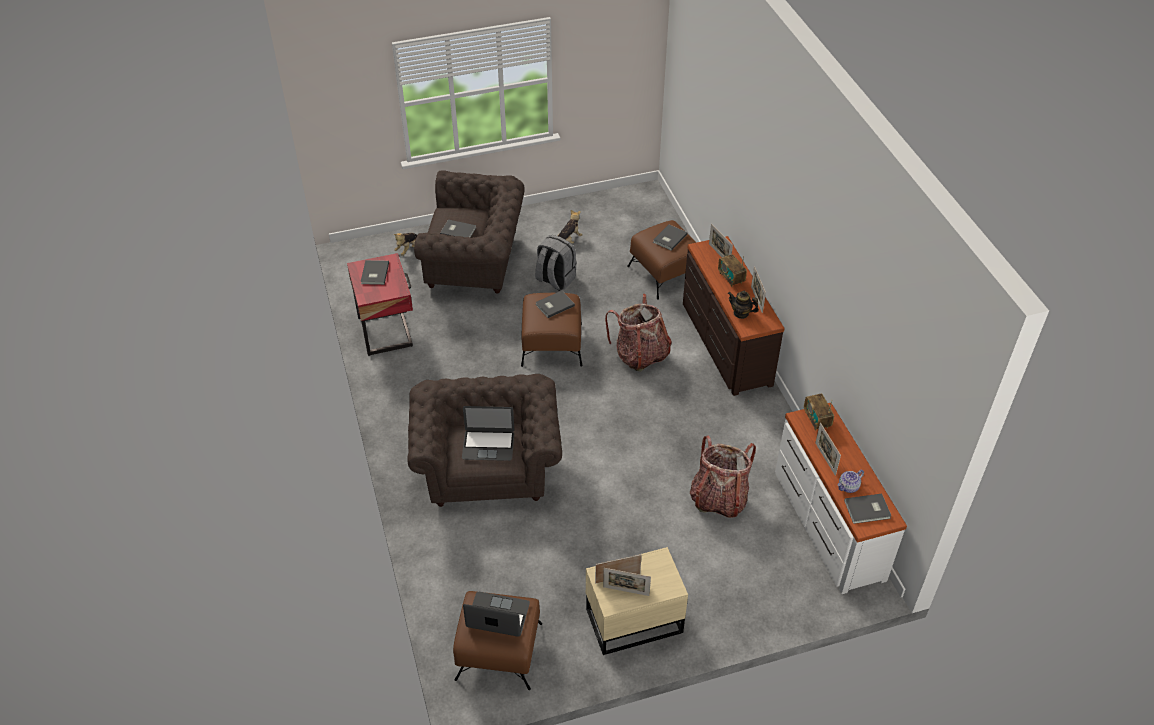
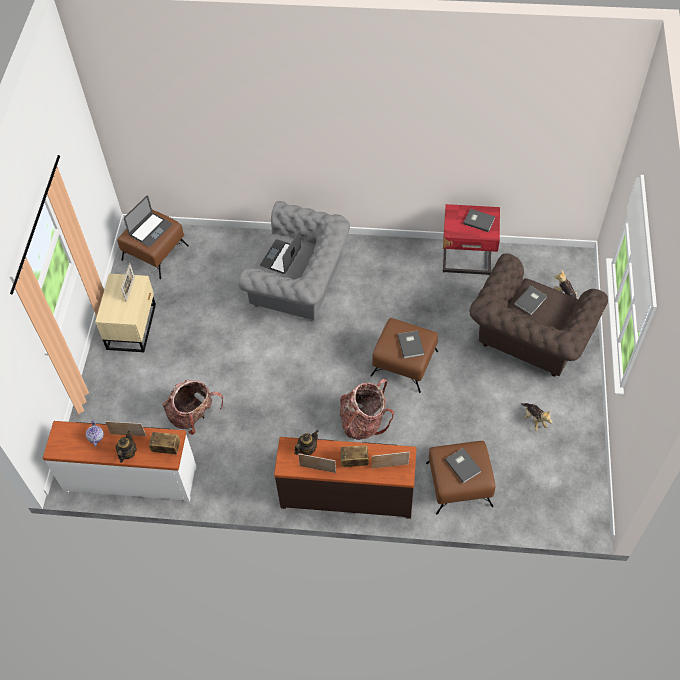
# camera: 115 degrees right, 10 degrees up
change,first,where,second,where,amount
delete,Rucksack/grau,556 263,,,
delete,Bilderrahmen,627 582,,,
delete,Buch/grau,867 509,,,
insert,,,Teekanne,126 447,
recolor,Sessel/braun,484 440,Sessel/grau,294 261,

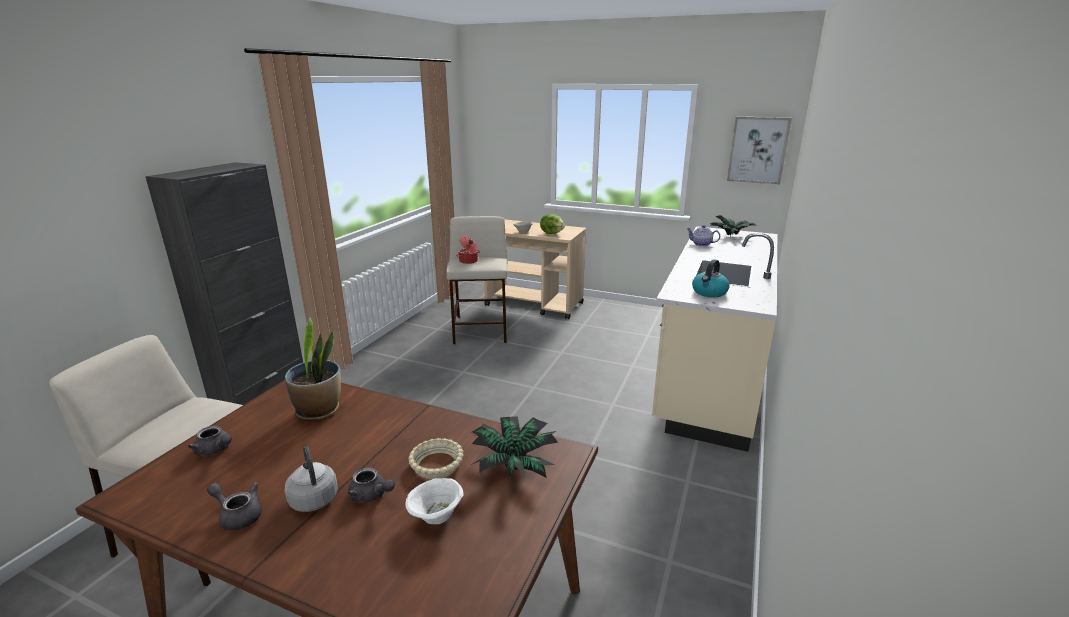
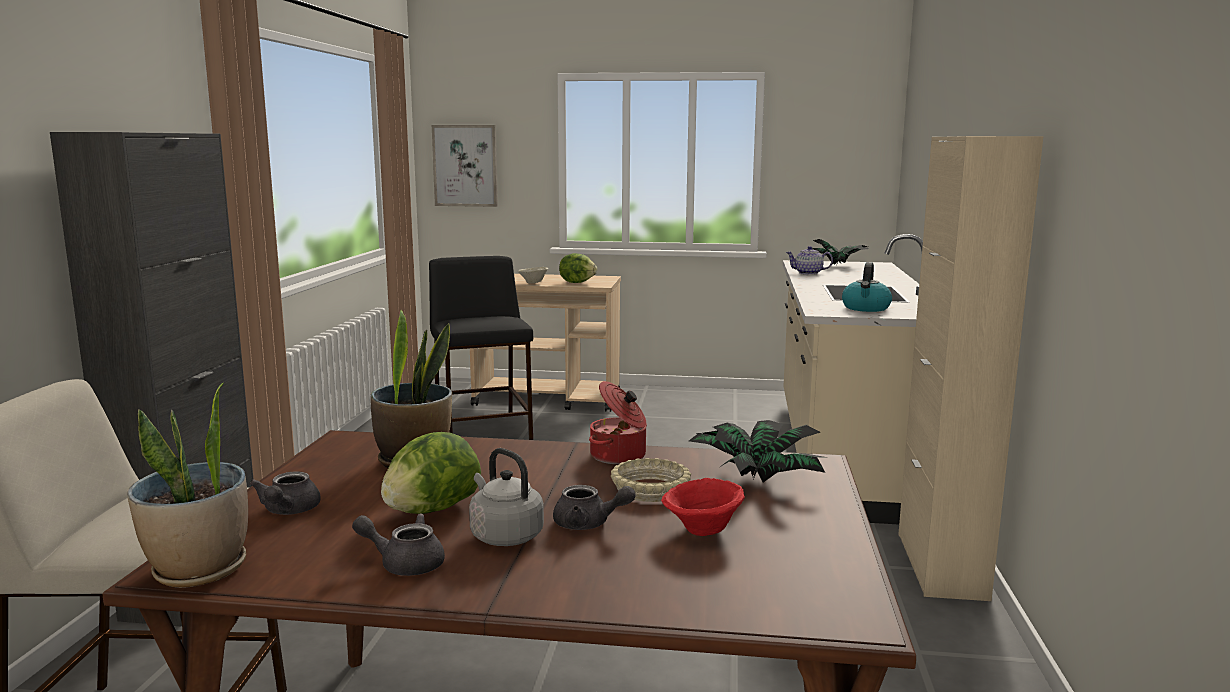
# camera: 15 degrees left, 10 degrees down
change,first,where,second,where,amount
insert,,,Topfpflanze,187 485,
insert,,,Salatkopf,431 473,
insert,,,Schrank/beige,970 368,
move,Kochtopf,468 250,,618 422,
move,Bild,759 150,,465 166,
recolor,Schüssel/weiß,434 501,Schüssel/rot,703 507,
recolor,Hocker/beige,477 280,Hocker/schwarz,481 348,
rotate,Teekanne/grau,210 441,,285 493,75 degrees clockwise

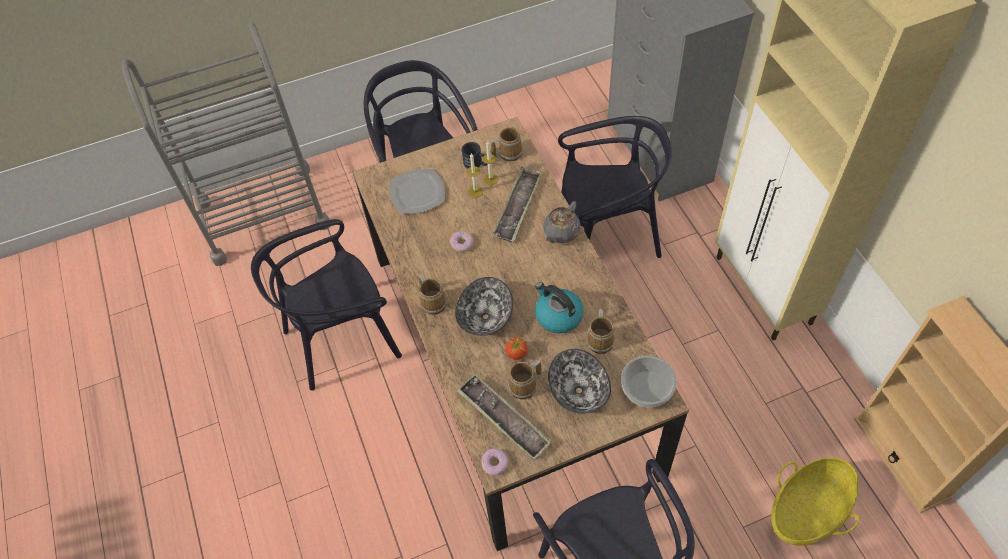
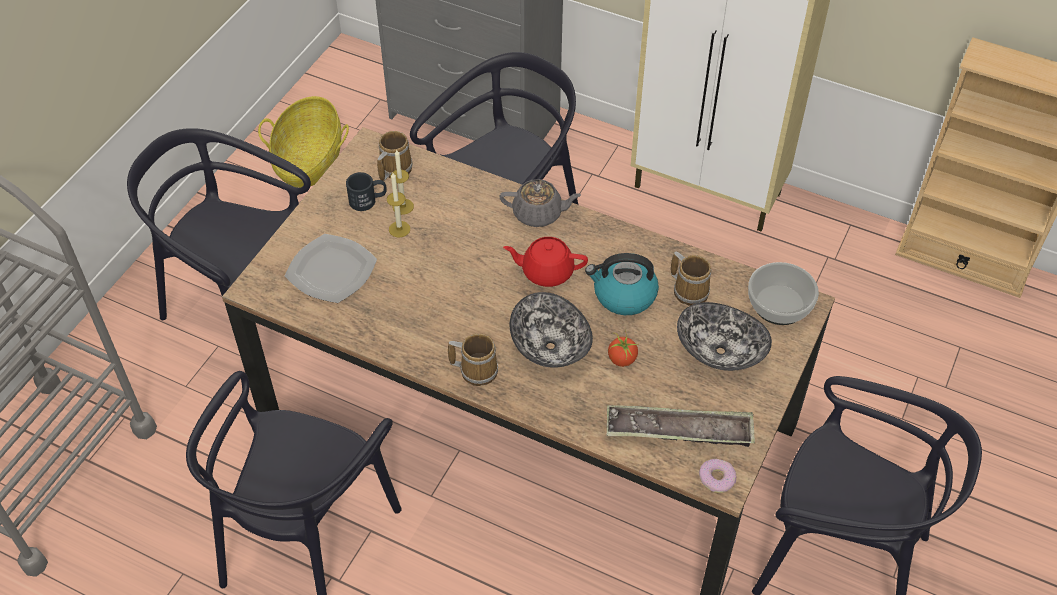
# camera: 45 degrees left, 5 degrees down
change,first,where,second,where,amount
delete,Donut,462 241,,,
delete,Tablett,517 204,,,
delete,Henkelbecher,524 380,,,
insert,,,Teekanne/rot,545 262,
move,Korb,815 501,,303 142,
rotate,Teekanne/grau,562 222,,540 203,75 degrees counterclockwise

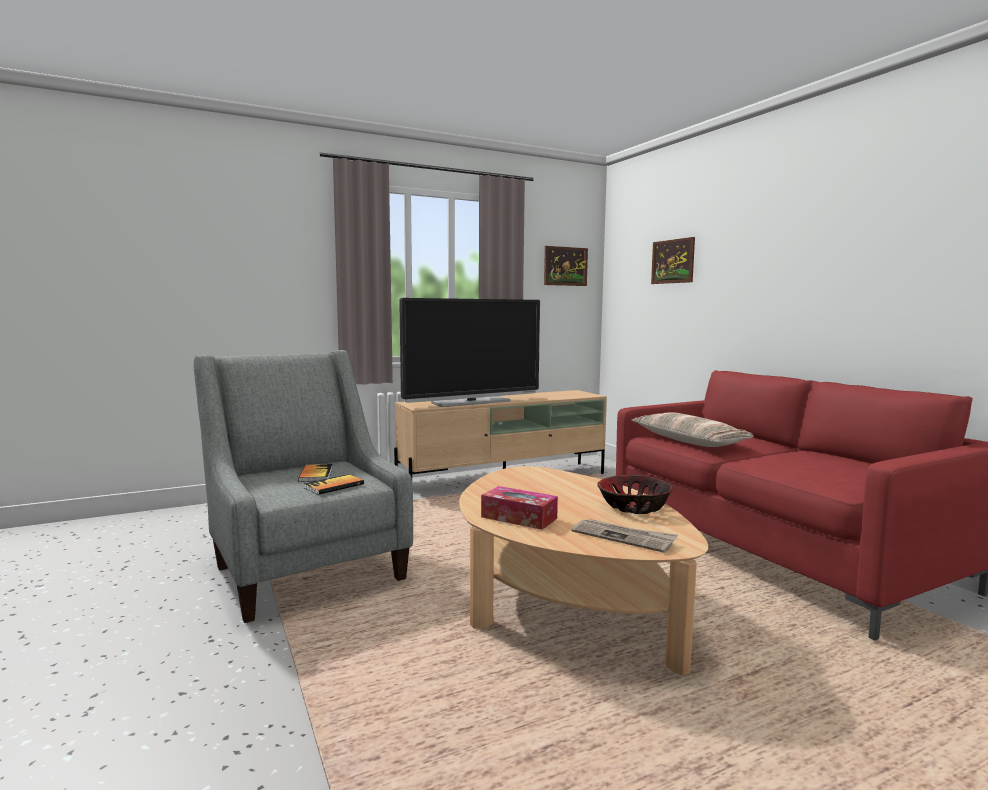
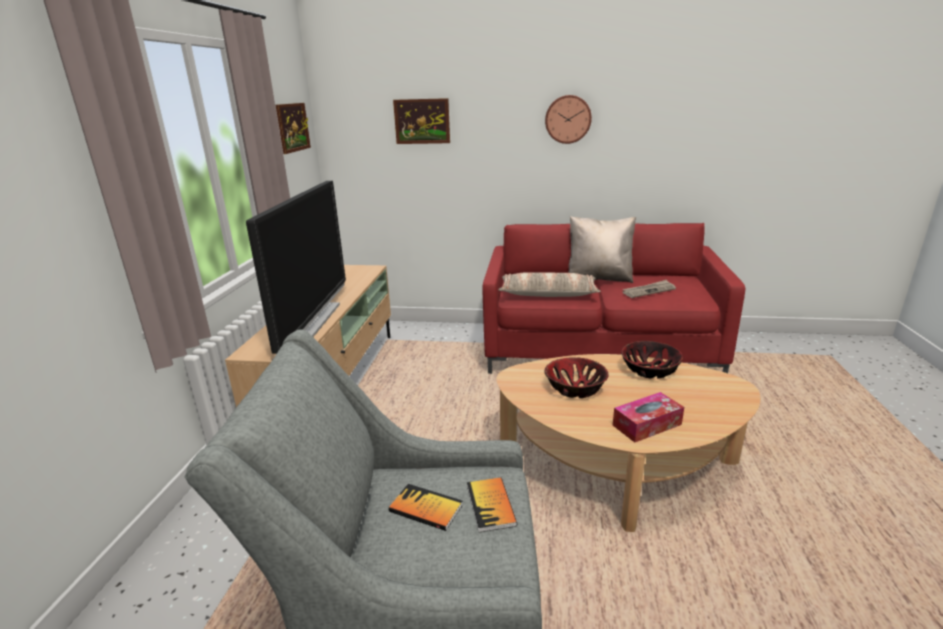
# camera: 55 degrees left, 15 degrees up
change,first,where,second,where,amount
insert,,,Wanduhr,568 119,
insert,,,Schüssel,577 377,
insert,,,Kissen/beige,602 249,
move,Zeitung,624 536,,649 289,

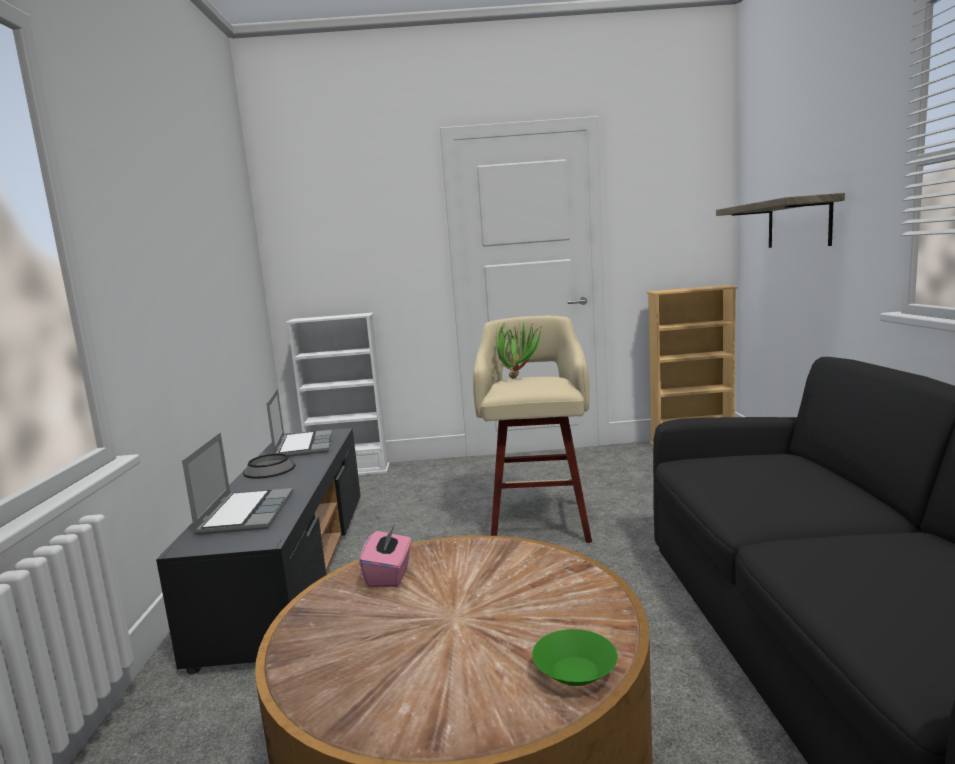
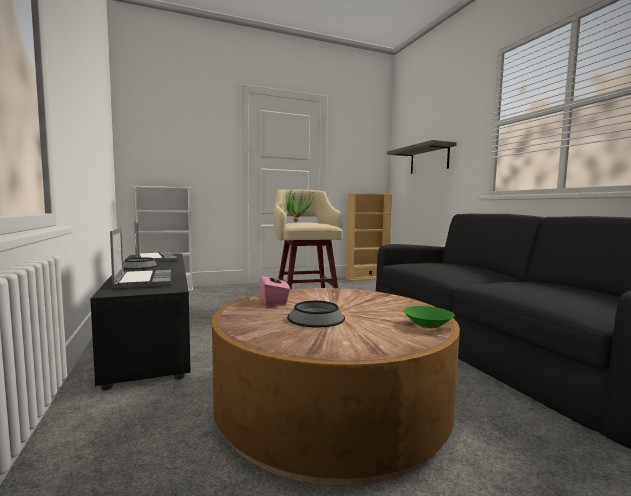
# camera: 20 degrees left, 5 degrees down
change,first,where,second,where,amount
insert,,,Schüssel,316 314,

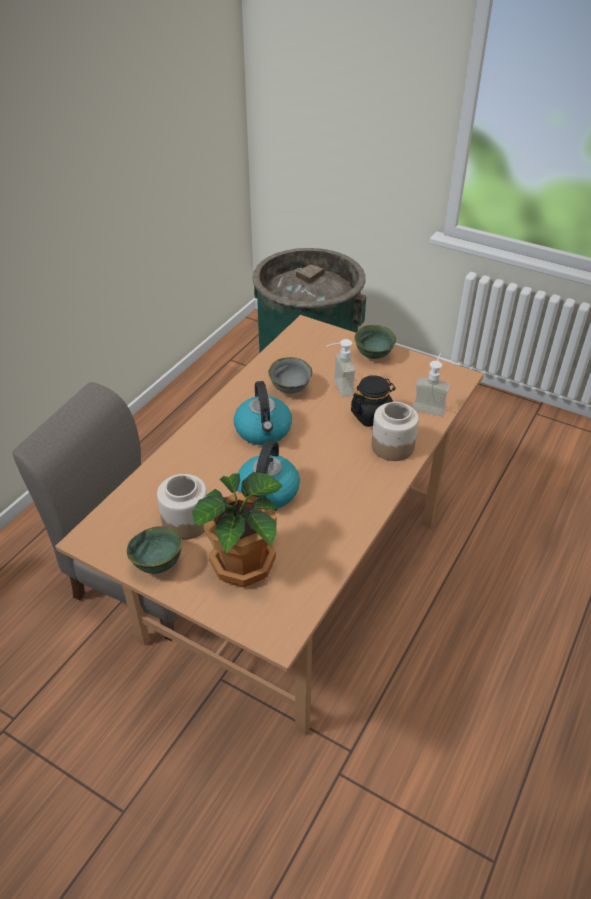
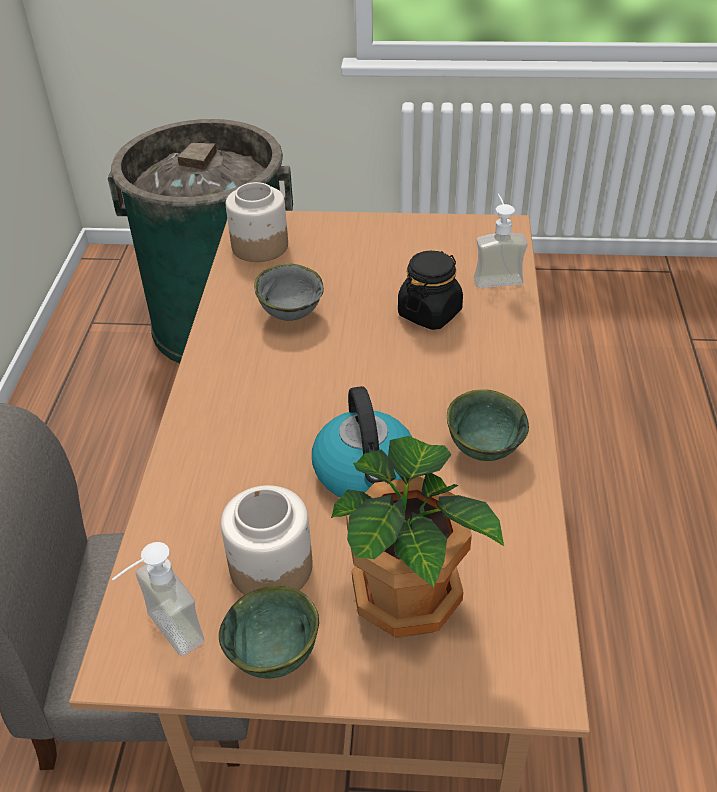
# camera: 25 degrees left, 0 degrees up
change,first,where,second,where,amount
delete,Wasserkessel,263 413,,,
move,Seifenspender,340 368,,158 599,
move,Schüssel/grün,375 342,,488 425,
move,Vorratsglas,395 431,,257 222,

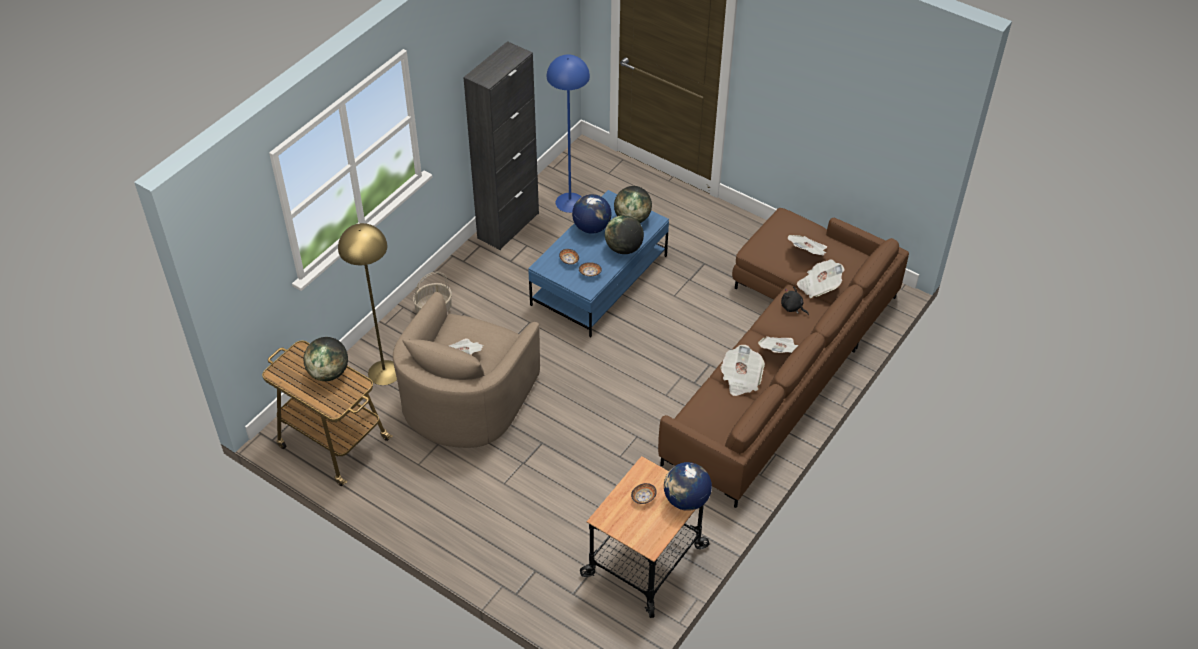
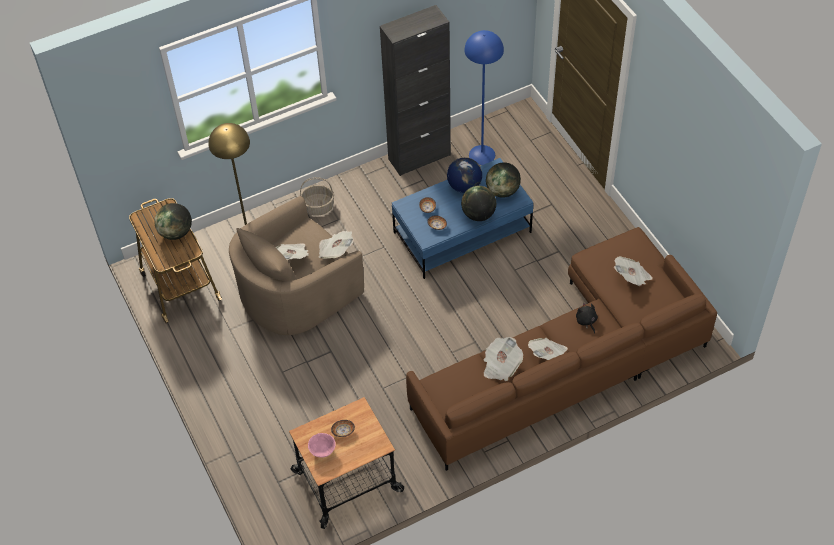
# camera: 30 degrees right, 5 degrees up
change,first,where,second,where,amount
delete,Globus,688 486,,,
insert,,,Schüssel/rosa,322 445,
move,Zeitung,821 279,,336 245,

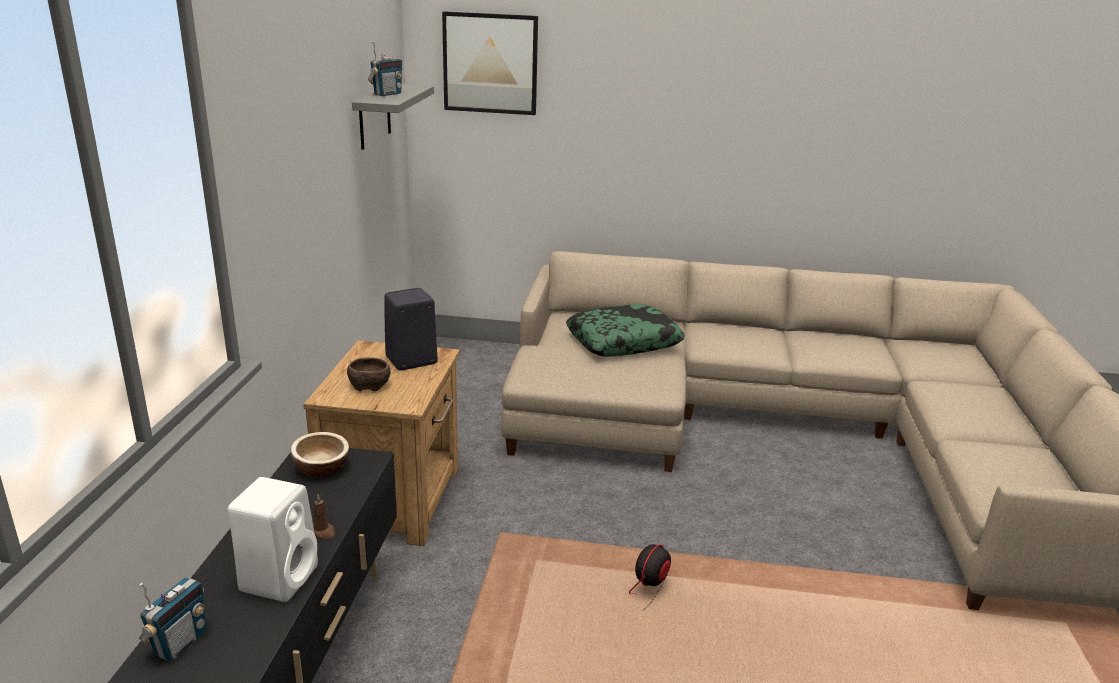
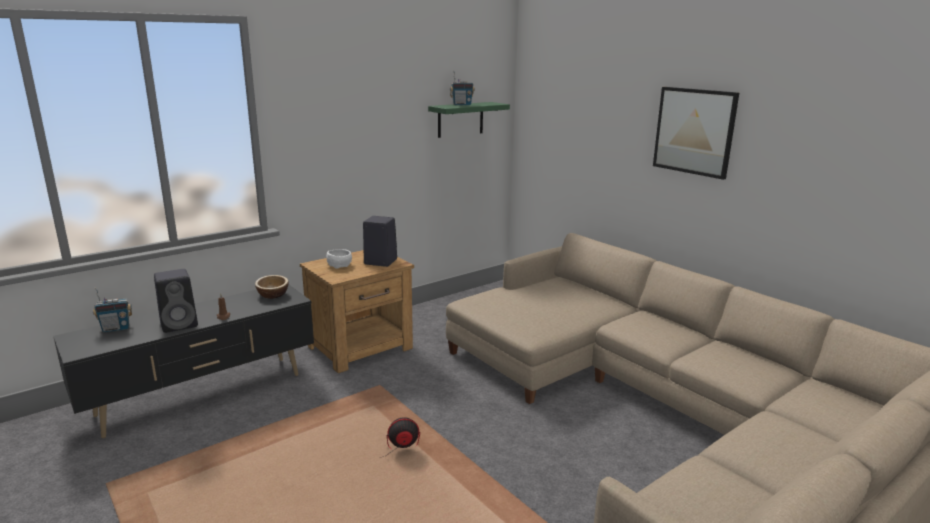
# camera: 45 degrees right, 5 degrees down
change,first,where,second,where,amount
delete,Kissen,625 330,,,
move,Bild,490 63,,696 133,
recolor,Lautsprecher/weiß,273 539,Lautsprecher/schwarz,176 301,
recolor,Schüssel/braun,369 374,Schüssel/weiß,339 259,
recolor,Wandregal/grau,393 117,Wandregal/grün,469 120,

